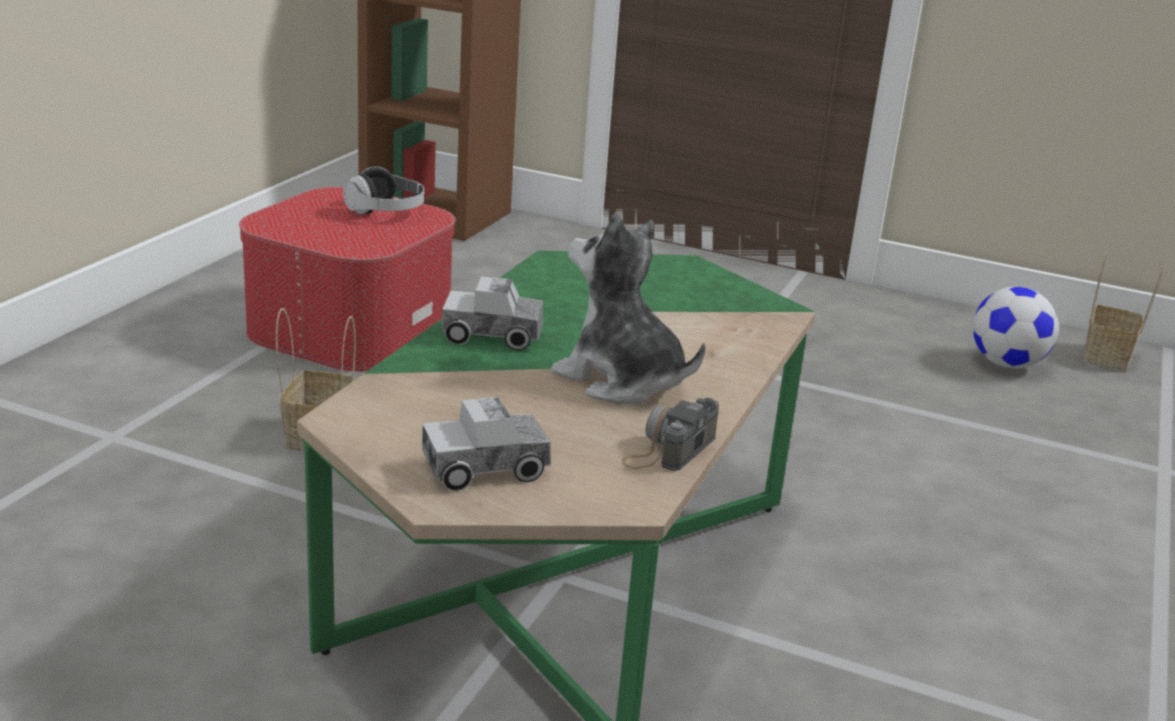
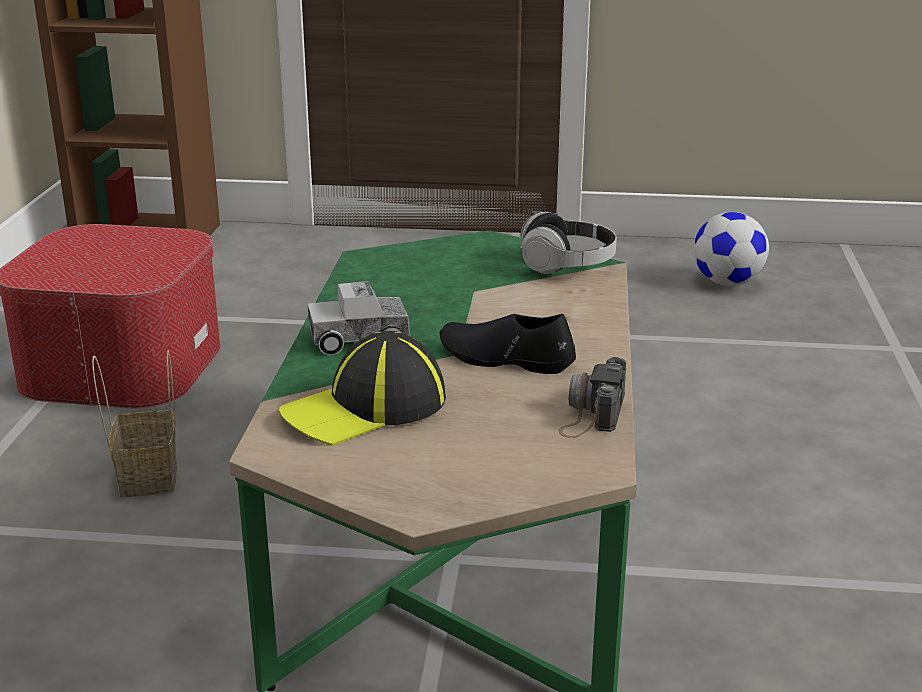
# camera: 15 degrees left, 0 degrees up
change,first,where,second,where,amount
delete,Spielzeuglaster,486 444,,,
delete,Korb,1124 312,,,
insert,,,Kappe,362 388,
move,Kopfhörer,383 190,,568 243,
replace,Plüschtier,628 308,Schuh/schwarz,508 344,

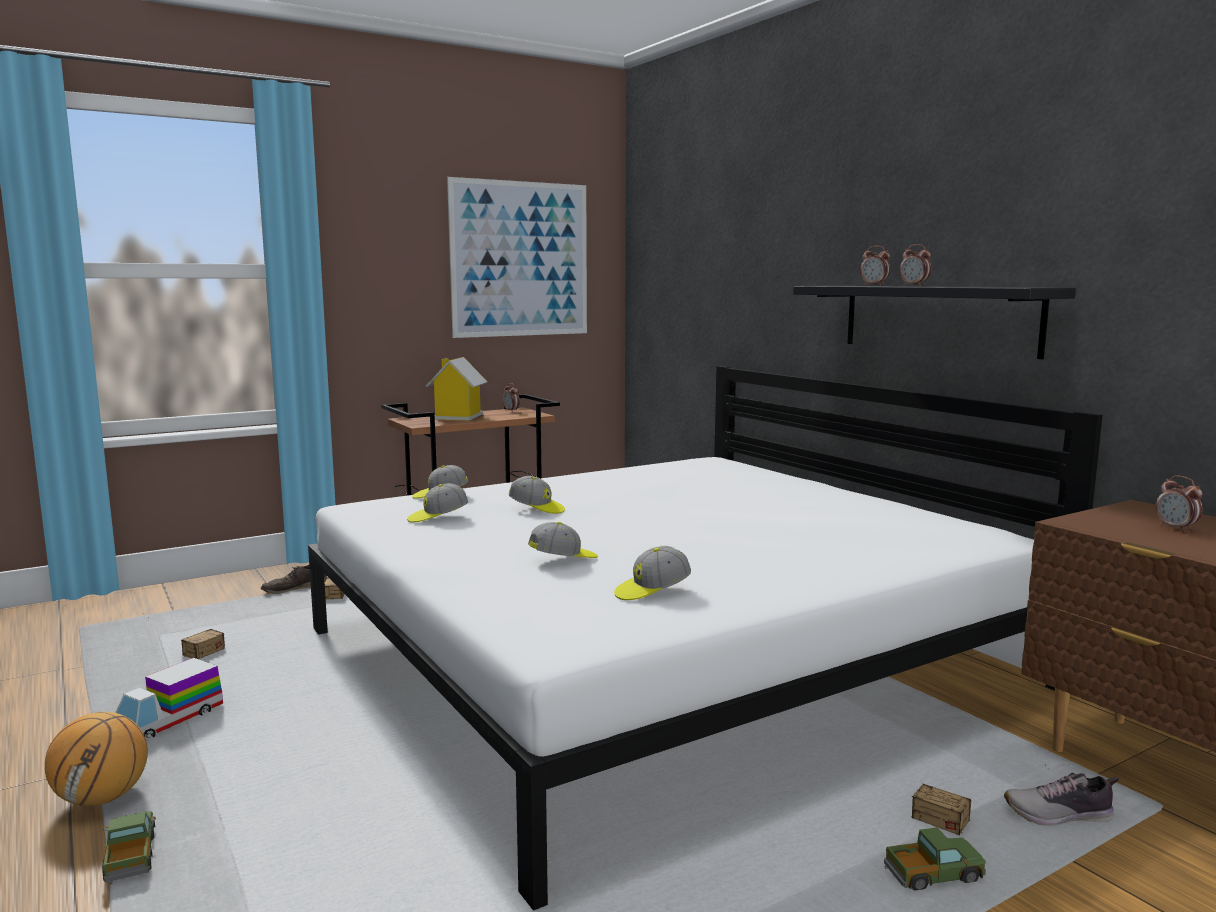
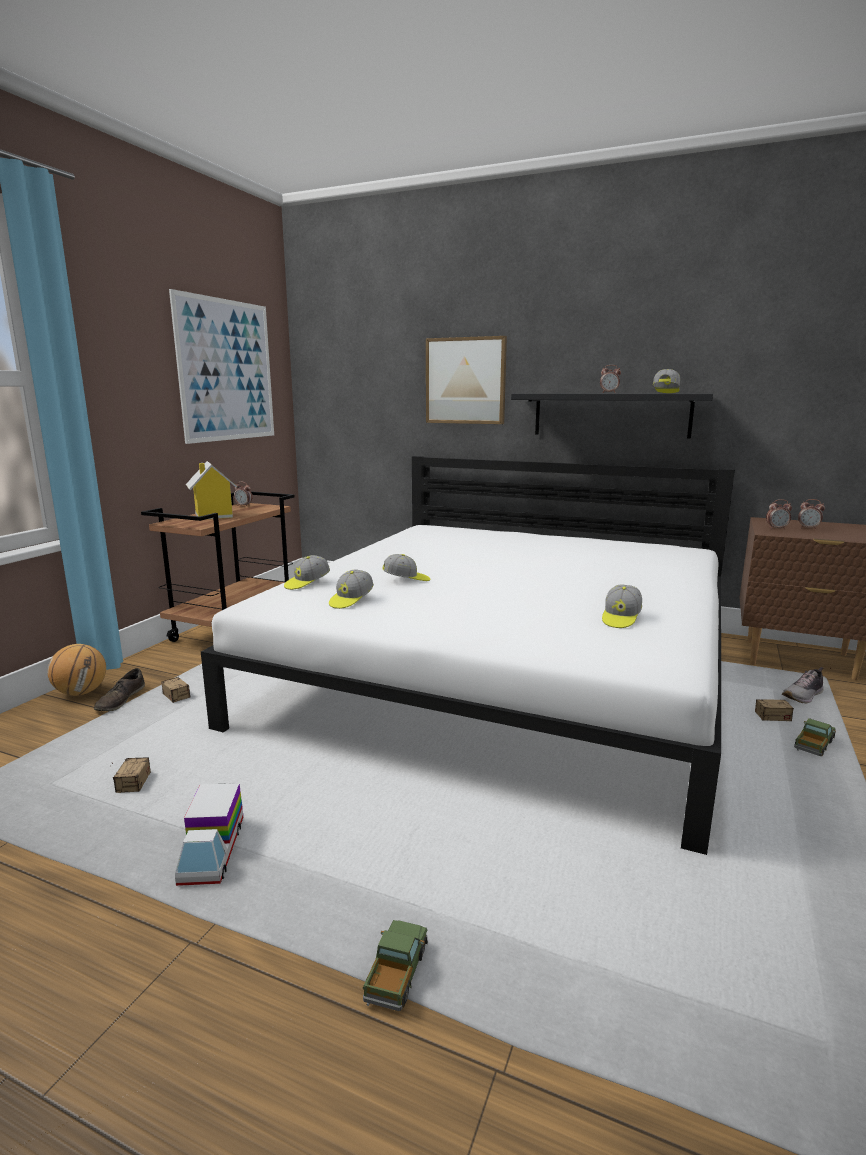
# camera: 35 degrees left, 5 degrees up
change,first,where,second,where,amount
insert,,,Bild,466 380,
move,Basketball,96 759,,76 670,
move,Kappe,563 540,,666 381,
move,Wecker,875 266,,779 514,
rotate,Spielzeuglaster,129 848,,395 965,75 degrees clockwise

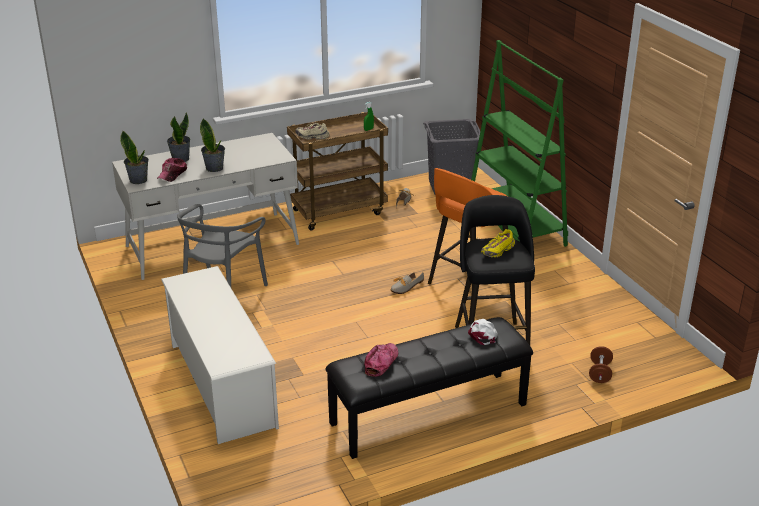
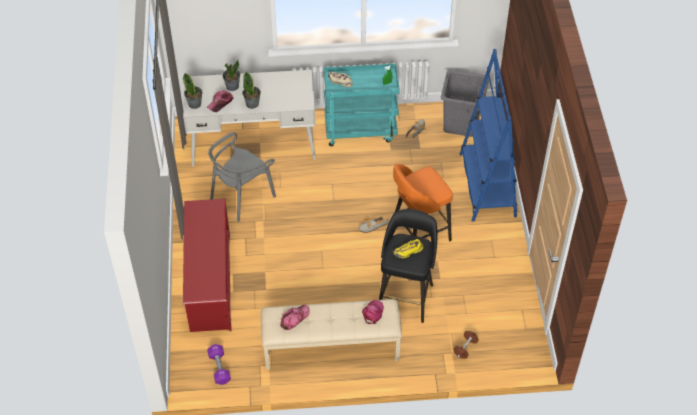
# camera: 20 degrees right, 20 degrees up
change,first,where,second,where,amount
insert,,,Hantel/lila,219 364,
recolor,Schuhregal/weiß,220 355,Schuhregal/rot,207 265,
recolor,Rollwagen/braun,337 171,Rollwagen/türkis,362 104,
recolor,Bank/schwarz,429 388,Bank/beige,331 334,
recolor,Kappe/weiß,483 332,Kappe/rosa,373 312,
recolor,Bücherregal/grün,519 143,Bücherregal/blau,488 135,

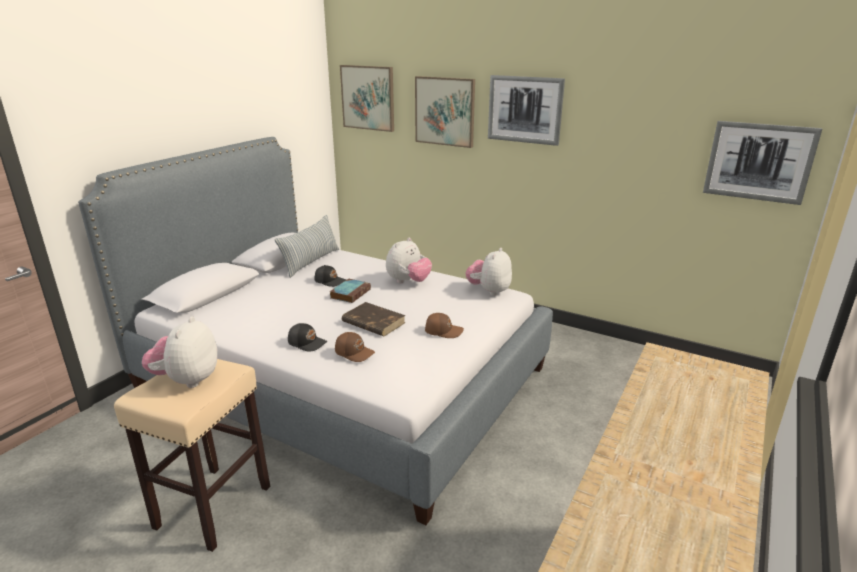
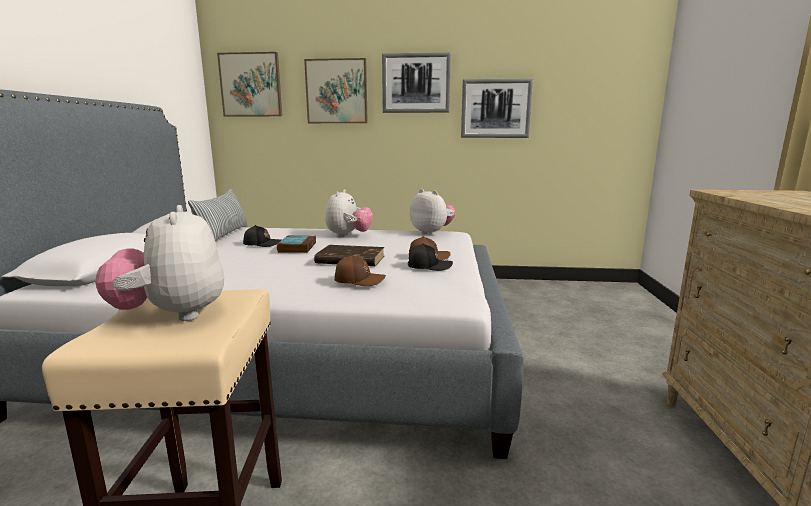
# camera: 25 degrees left, 10 degrees down
change,first,where,second,where,amount
move,Kappe/schwarz,307 337,,430 257,
move,Bild,762 163,,497 108,
rotate,Plüschtier,489 272,,432 212,135 degrees clockwise

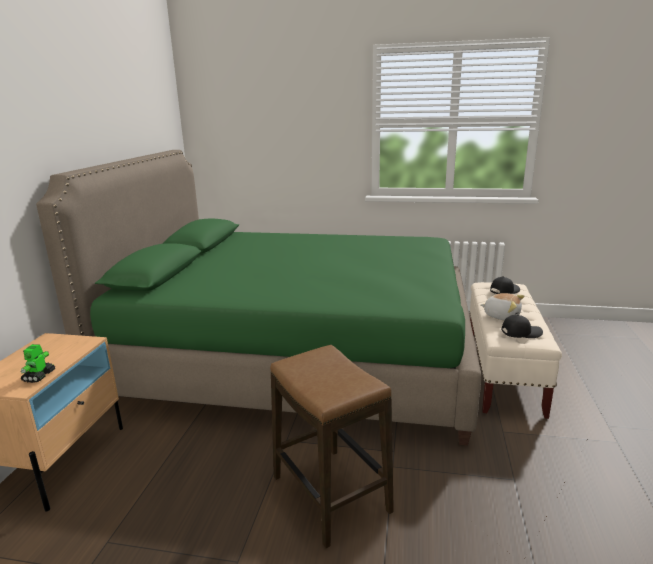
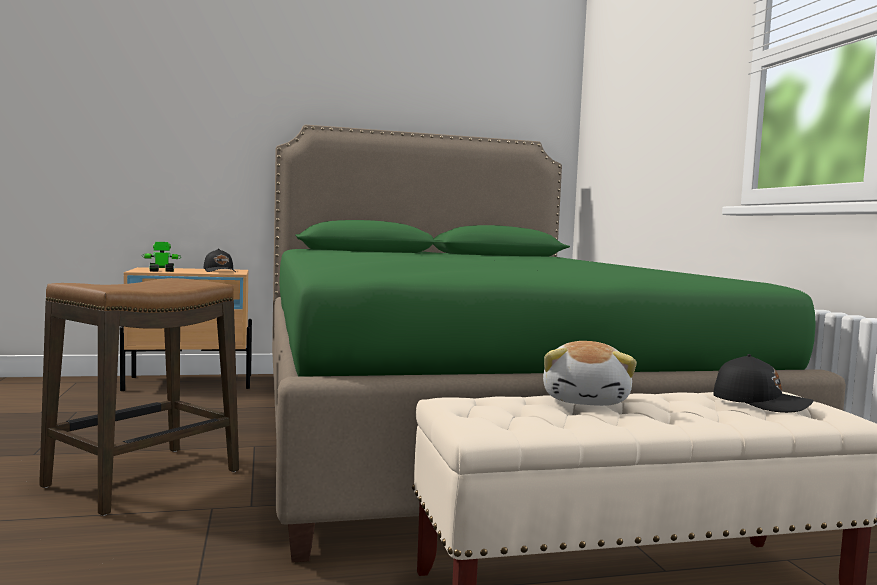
# camera: 65 degrees right, 15 degrees down
change,first,where,second,where,amount
move,Kappe/schwarz,522 326,,220 260,

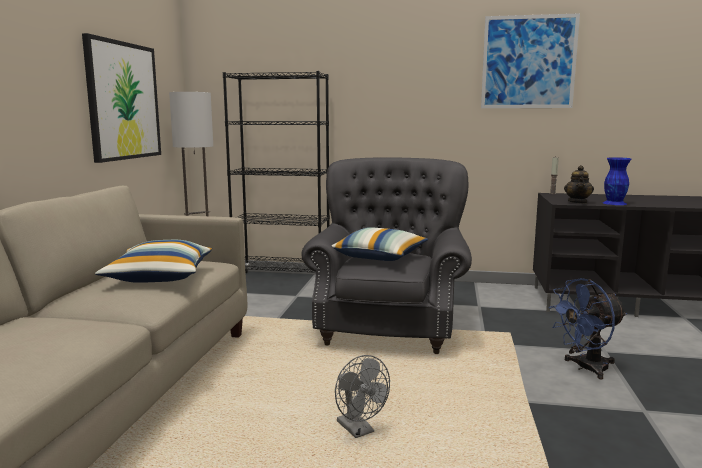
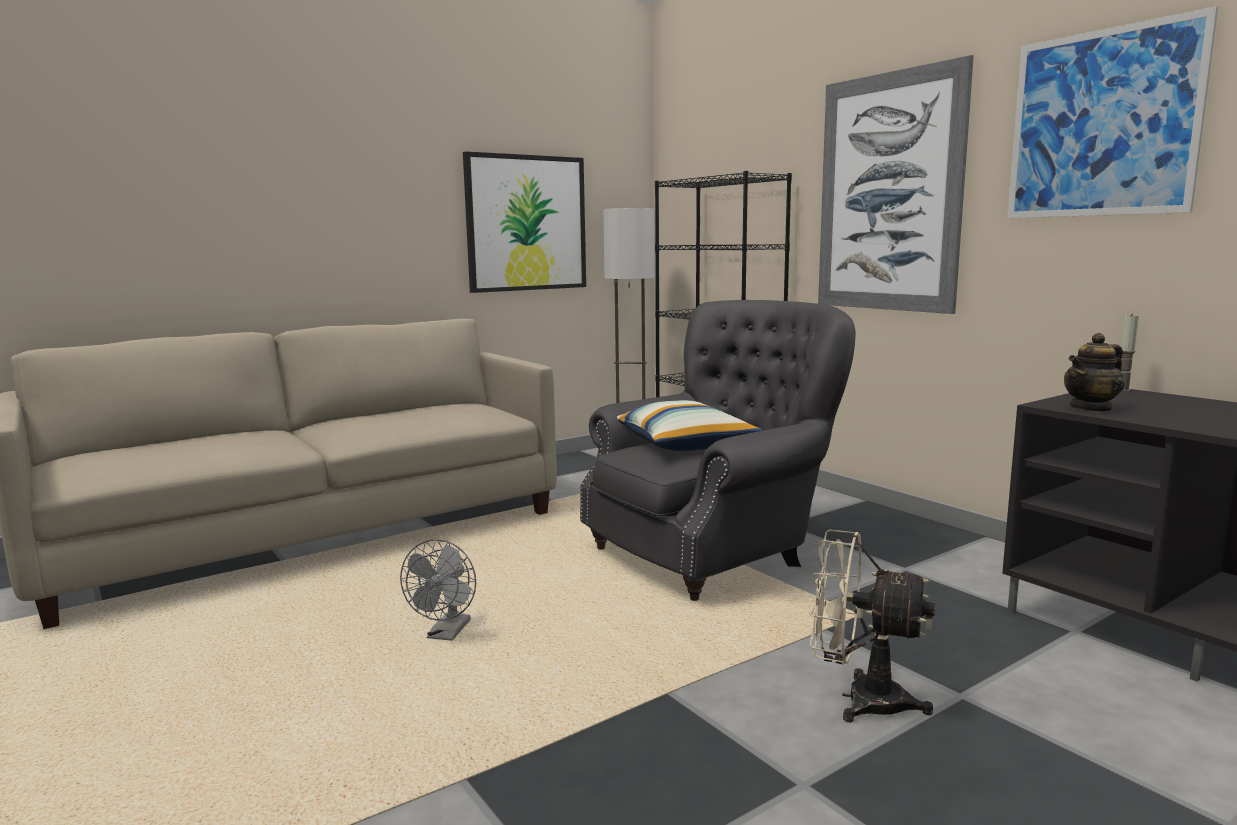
# camera: 45 degrees right, 0 degrees up
change,first,where,second,where,amount
delete,Kissen,153 261,,,
delete,Vase/blau,617 181,,,
insert,,,Bild,896 184,
recolor,Ventilator/blau,587 328,Ventilator/beige,872 626,

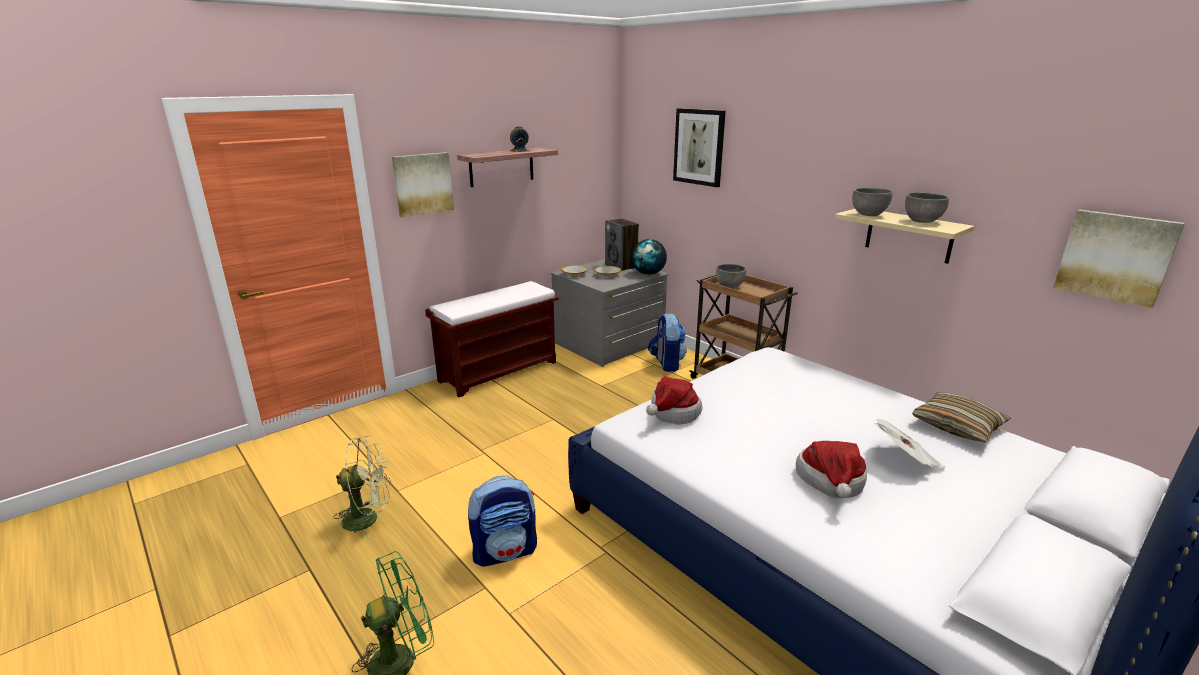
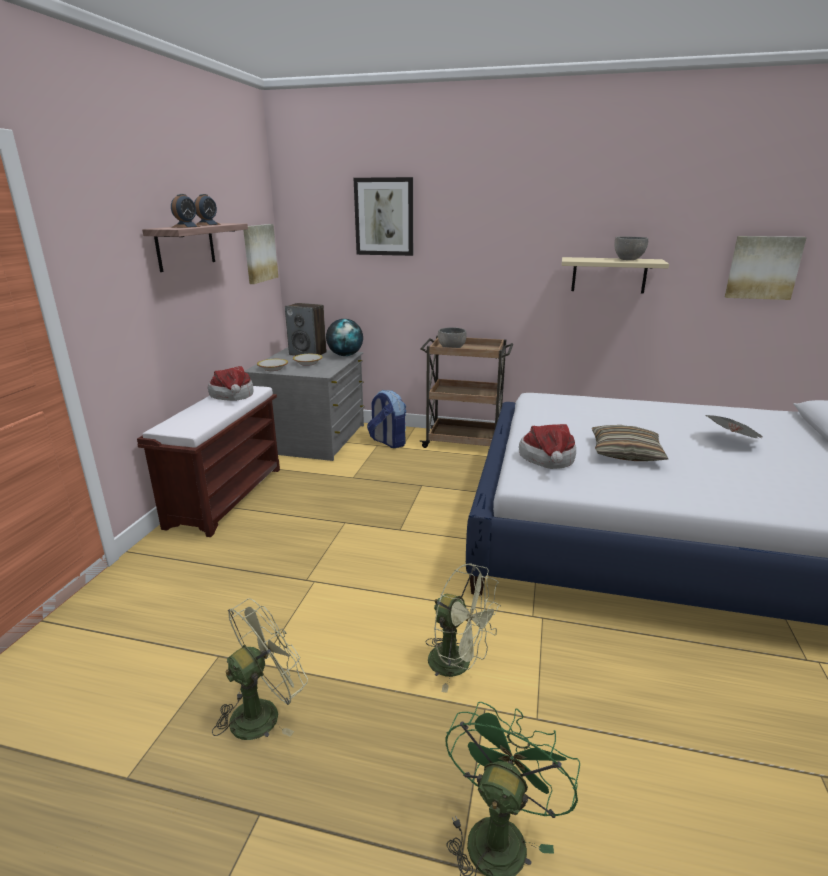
# camera: 35 degrees left, 0 degrees up
change,first,where,second,where,amount
delete,Schüssel/grau,872 202,,,
insert,,,Wecker,186 211,
move,Bild,423 185,,260 254,
move,Hut,831 469,,230 383,
move,Kissen,961 417,,630 443,
replace,Rucksack,502 521,Ventilator/grün,463 628,

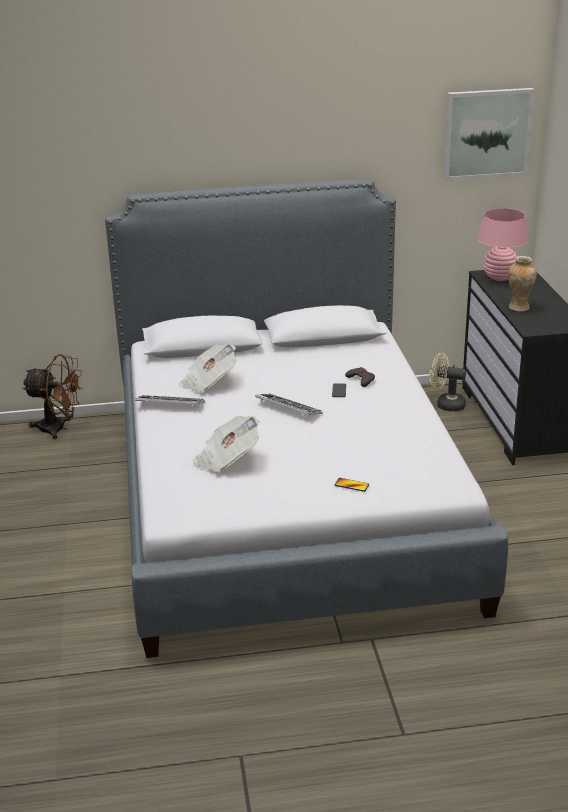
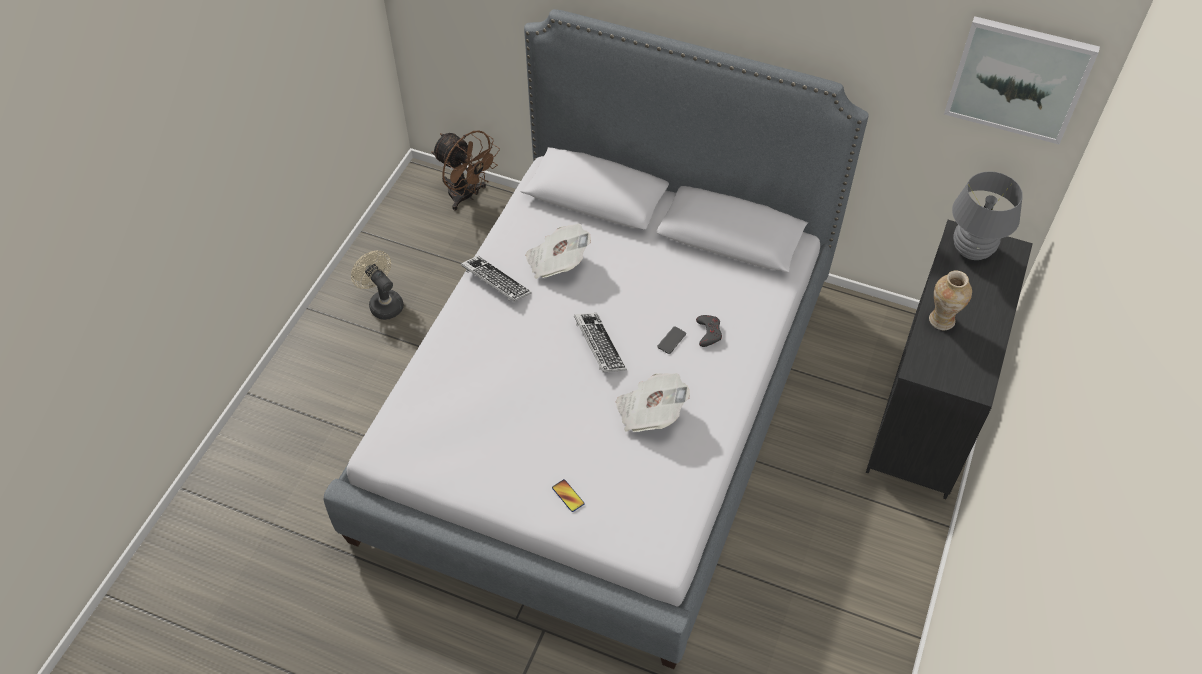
# camera: 30 degrees right, 25 degrees up
change,first,where,second,where,amount
move,Zeitung,226 444,,653 402,
move,Ventilator/beige,448 382,,377 285,
recolor,Tischlampe/rosa,503 244,Tischlampe/grau,987 215,

